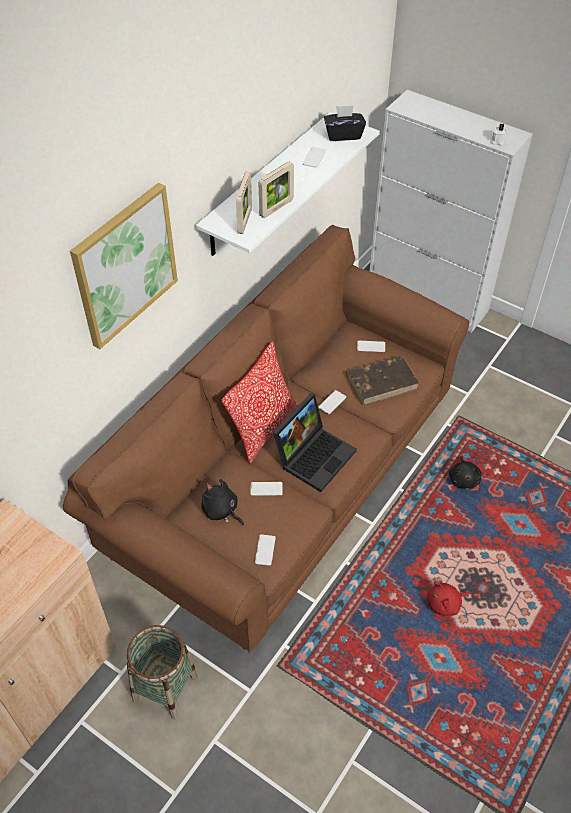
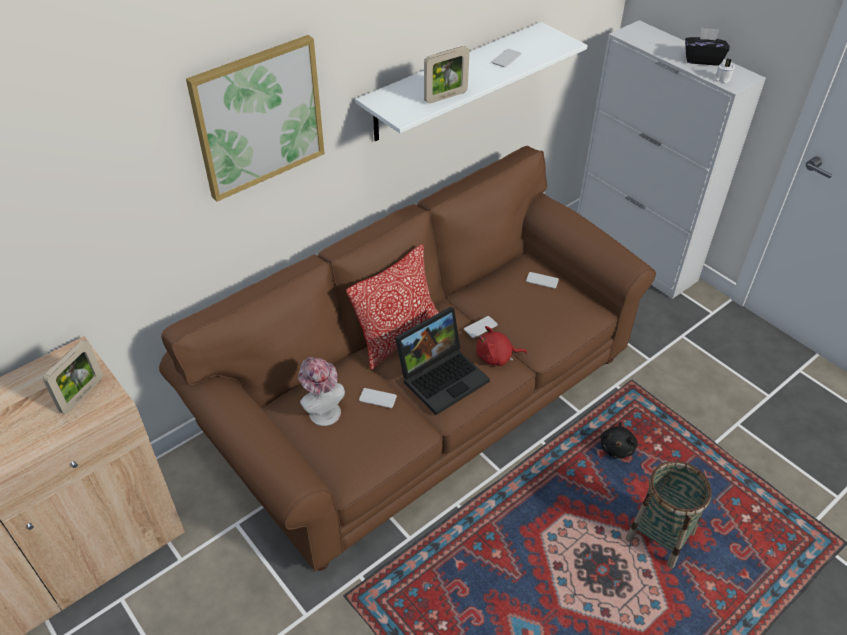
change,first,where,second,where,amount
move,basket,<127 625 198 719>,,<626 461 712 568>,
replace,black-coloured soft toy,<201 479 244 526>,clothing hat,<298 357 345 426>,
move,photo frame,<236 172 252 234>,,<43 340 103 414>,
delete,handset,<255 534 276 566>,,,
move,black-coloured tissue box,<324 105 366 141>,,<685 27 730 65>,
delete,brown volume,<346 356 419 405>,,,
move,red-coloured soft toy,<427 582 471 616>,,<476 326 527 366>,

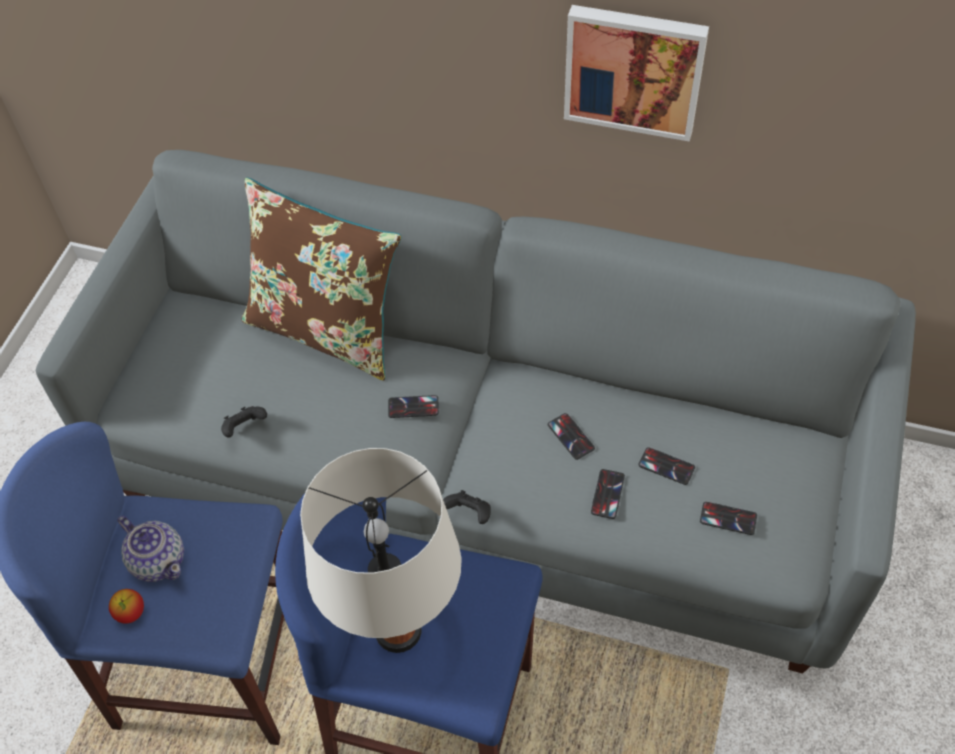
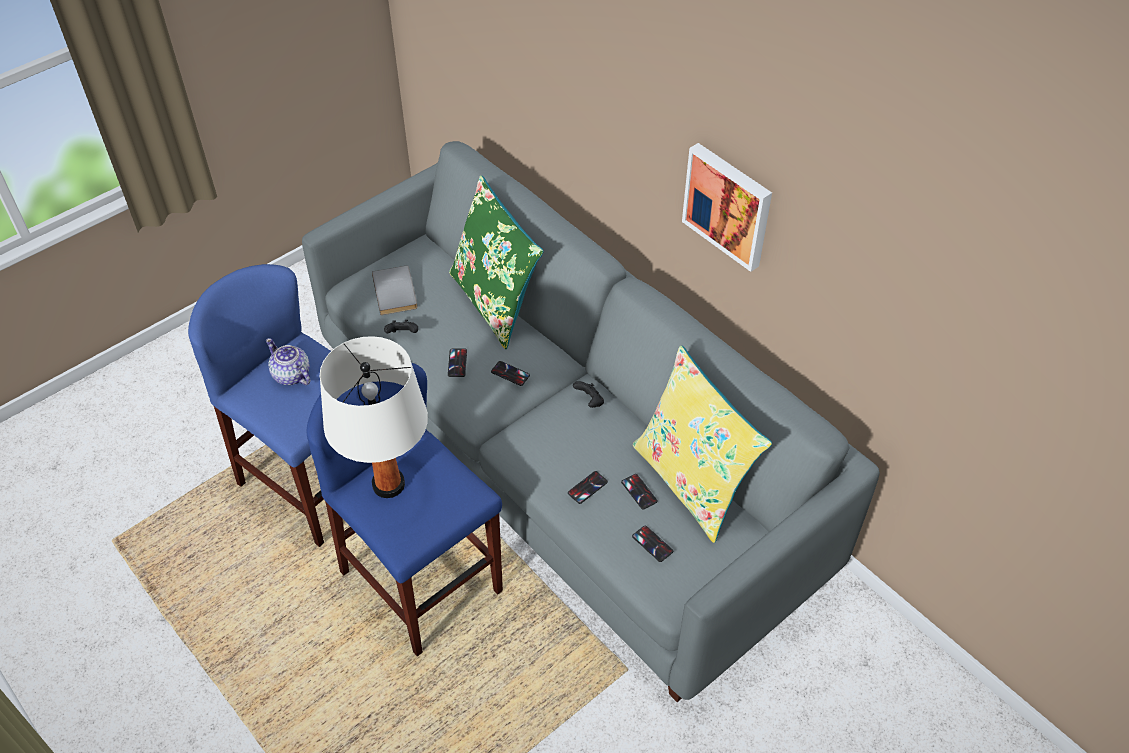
change,first,where,second,where,amount
delete,apple fruit,<109 589 144 624>,,,
rotate,tea pot,<117 516 184 582>,,<266 338 311 385>,150 degrees clockwise
recolor,brown cushion,<241 177 402 381>,green cushion,<449 175 544 349>,
move,black-coloured joypad,<443 490 491 524>,,<573 381 604 408>,
move,handset,<548 413 595 460>,,<448 349 467 377>,
insert,,,gray volume,<372 266 418 315>,
insert,,,yellow-coloured cushion,<633 345 772 543>,

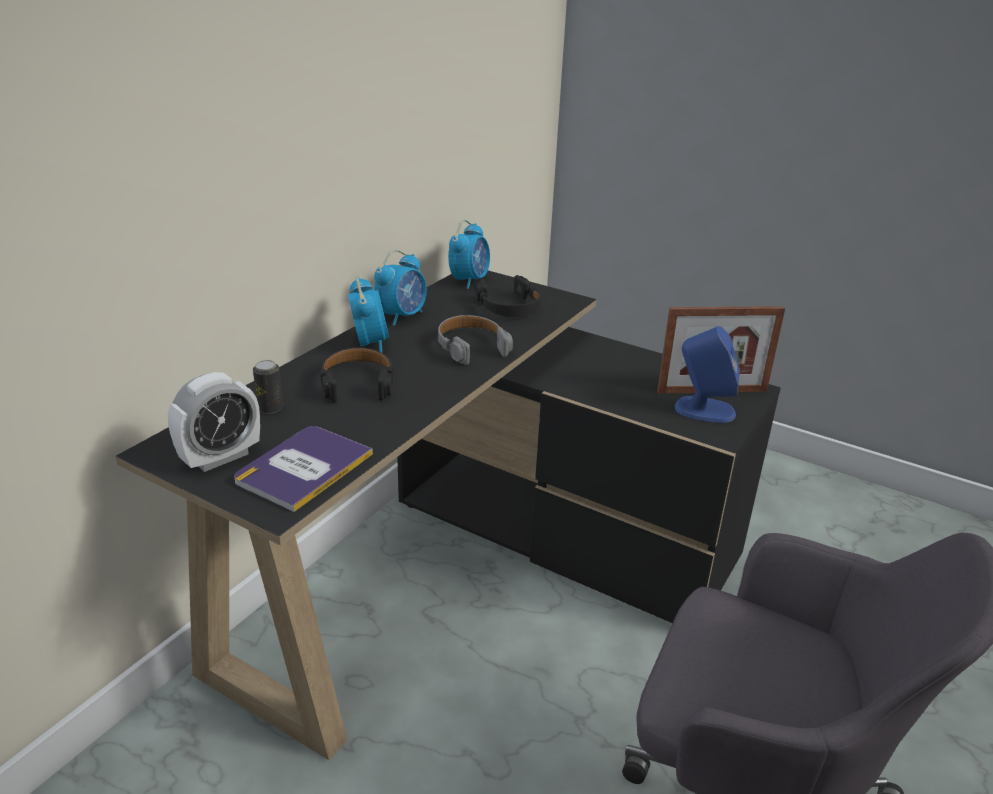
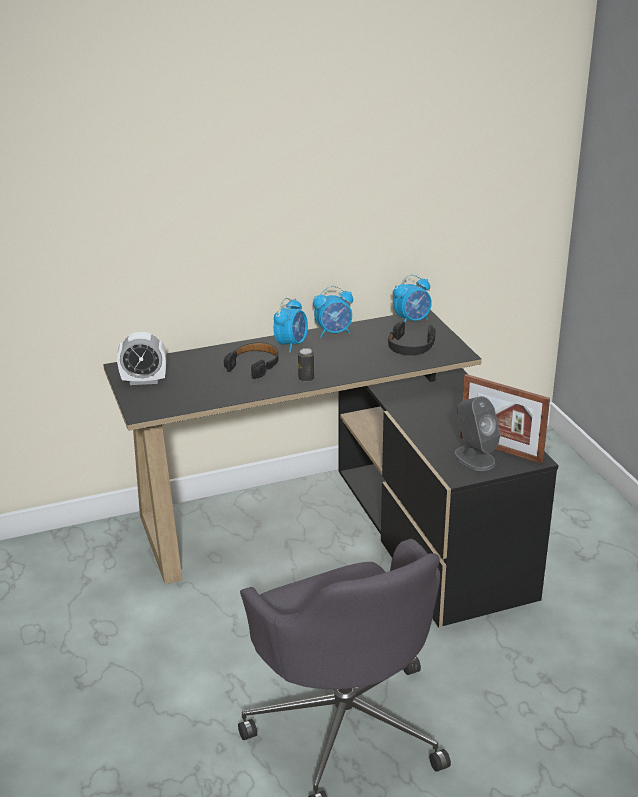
change,first,where,second,where,amount
delete,volume,<234 426 373 512>,,,
move,can,<253 360 283 414>,,<298 348 314 382>,
delete,gray pair of headphones,<438 315 513 365>,,,
recolor,blue-coloured speaker,<675 326 740 423>,gray speaker,<453 396 500 471>,

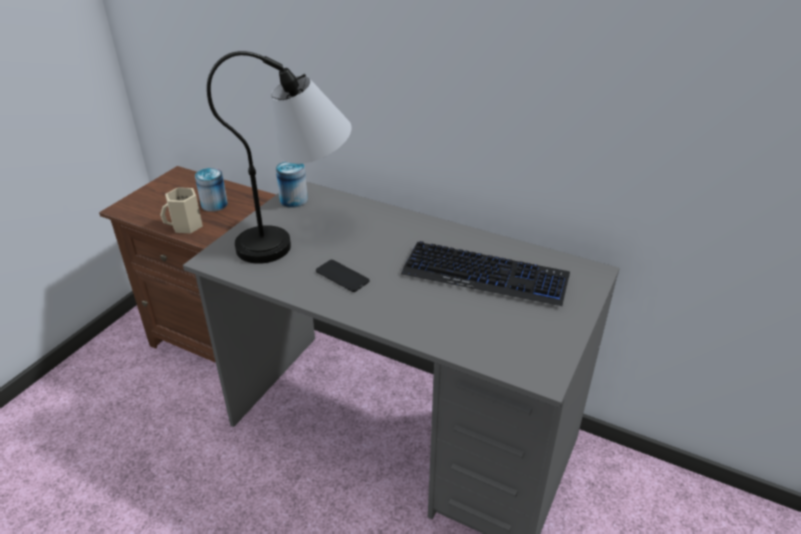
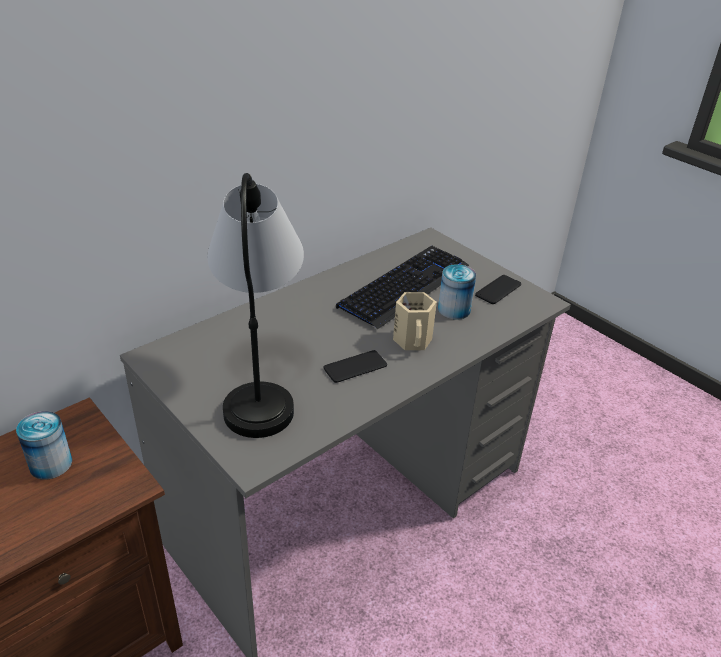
change,first,where,second,where,amount
move,beige tea mug,<160 187 203 233>,,<393 292 437 350>,
move,can,<276 161 308 208>,,<438 264 476 320>,
insert,,,handset,<475 275 521 304>,

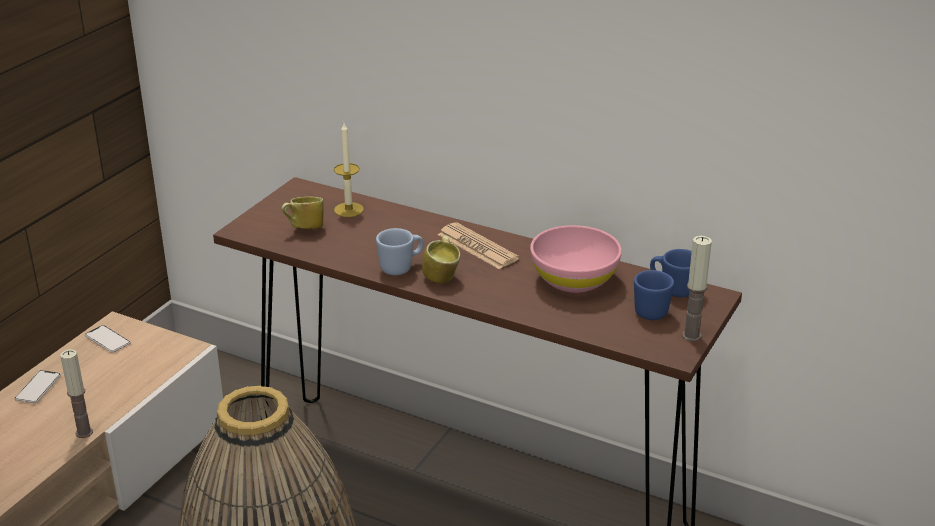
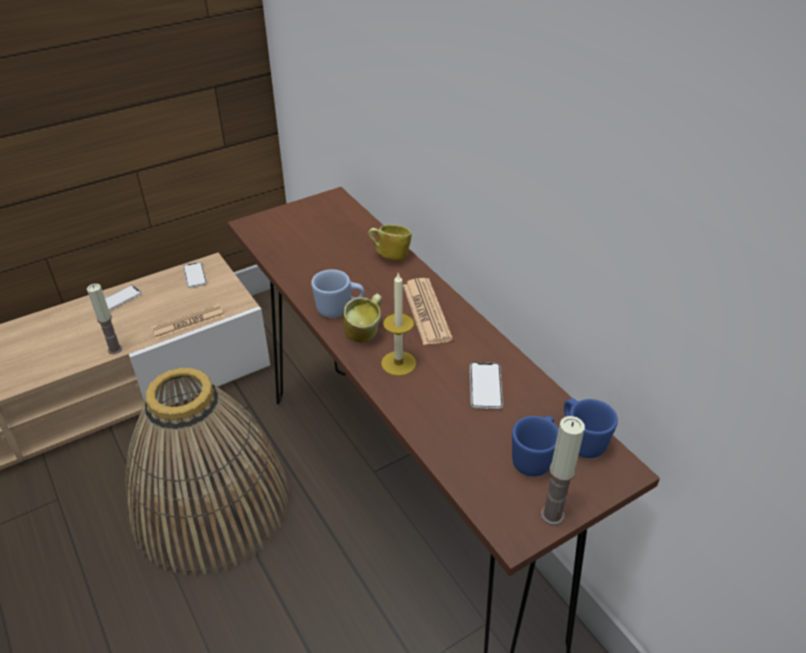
change,first,where,second,where,amount
move,tea mug,<281 196 324 229>,,<368 225 412 261>,
move,wax candle,<334 123 364 217>,,<381 272 416 376>,
replace,pink serving bowl,<530 225 622 293>,handset,<470 362 503 409>,
insert,,,printed paper,<150 303 225 340>,

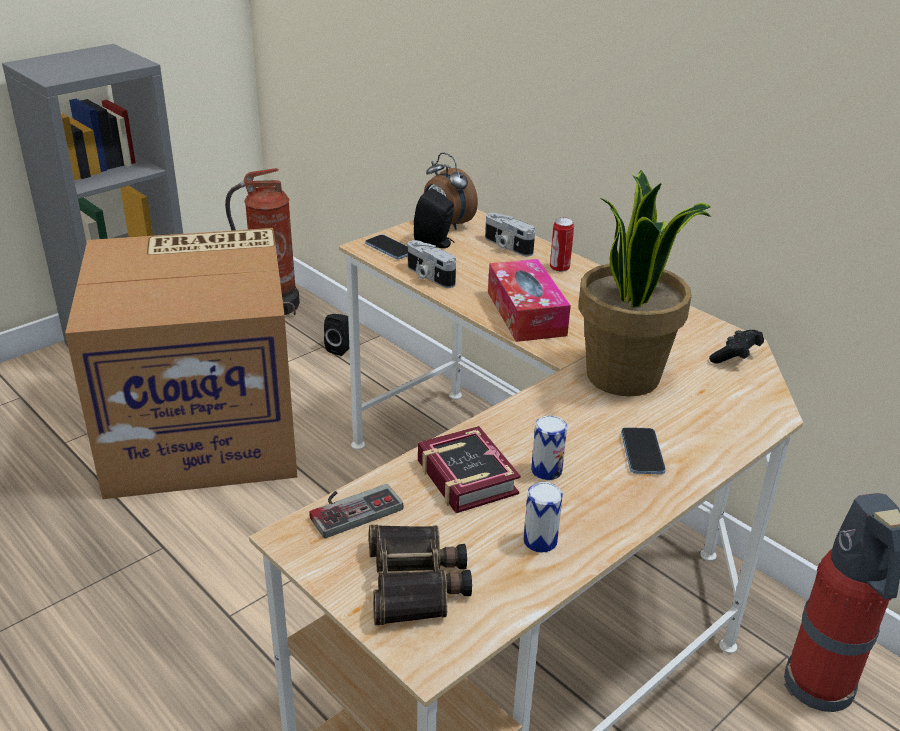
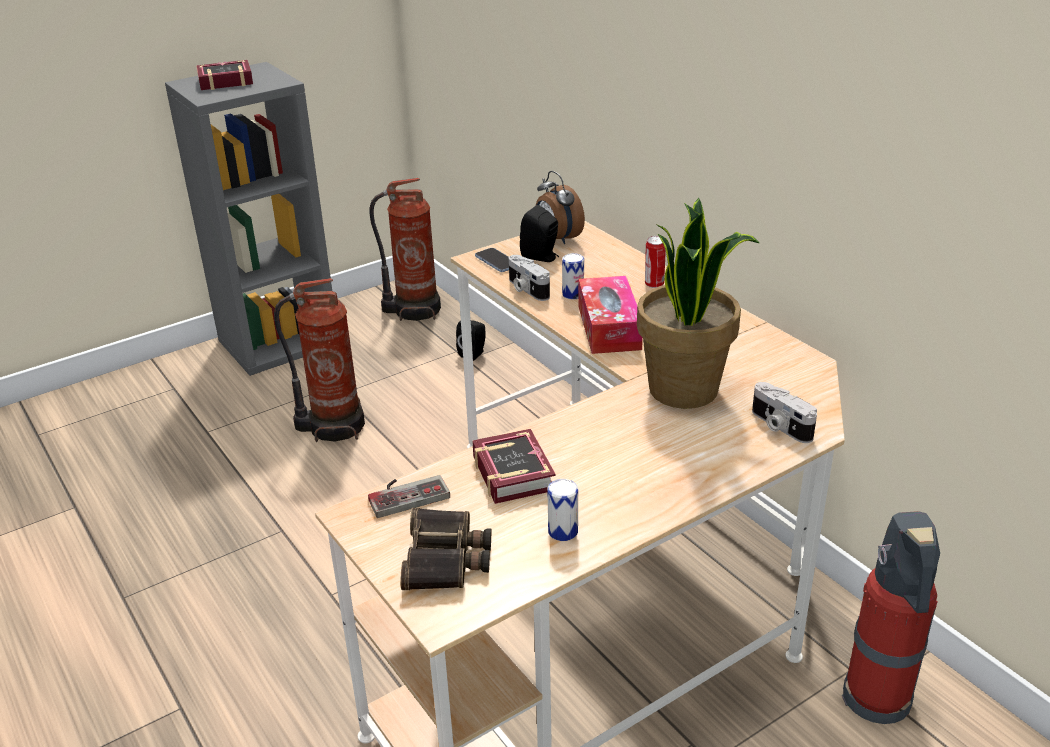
change,first,where,second,where,amount
replace,carton,<65 228 297 499>,fire-fighting cylinder,<274 278 365 442>,
move,still camera,<485 213 535 256>,,<752 382 817 443>,
move,can,<531 416 567 480>,,<562 253 584 299>,
delete,handset,<621 427 666 474>,,,
delete,black-coloured joypad,<709 330 764 363>,,,
insert,,,volume,<196 60 253 90>,

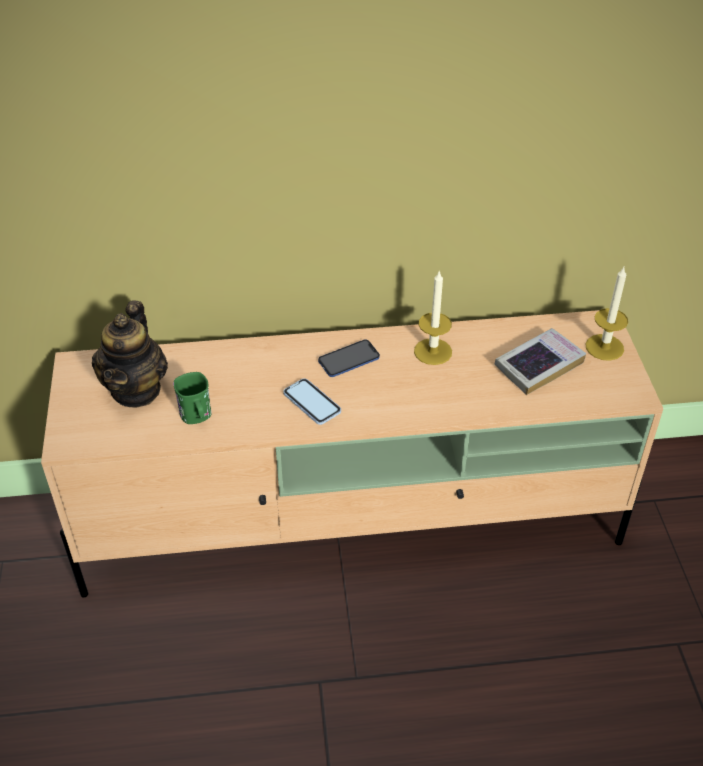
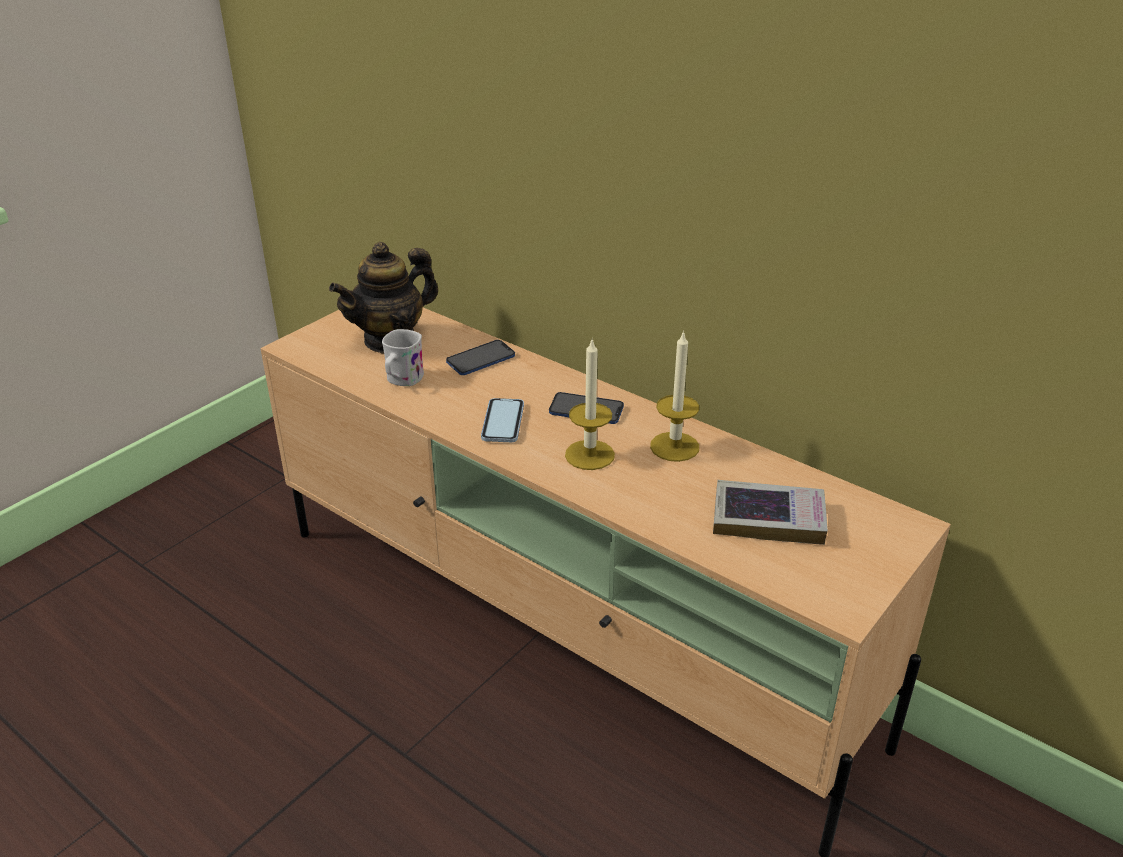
change,first,where,second,where,amount
recolor,green tea mug,<174 372 211 424>,white tea mug,<382 329 424 386>,
move,wax candle,<586 267 628 361>,,<565 338 615 470>,
insert,,,handset,<446 340 515 375>,

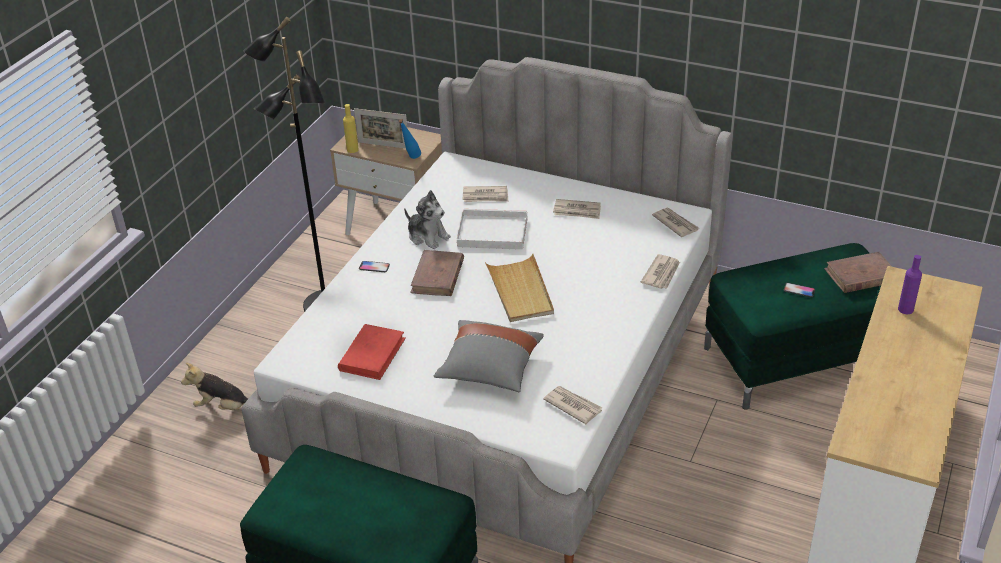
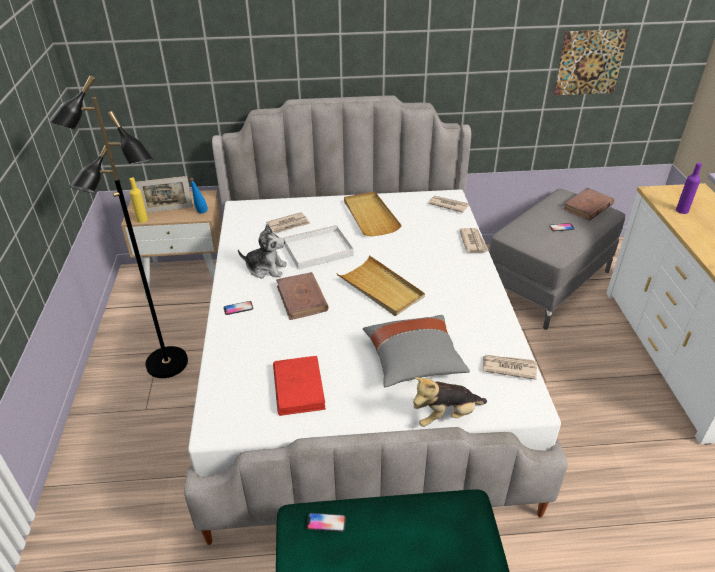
change,first,where,second,where,amount
move,soft toy,<181 363 248 410>,,<413 377 487 427>,
replace,printed paper,<553 199 601 219>,beige tray,<344 192 402 237>,
recolor,green pouffe,<704 243 881 410>,gray pouffe,<489 189 625 330>,
insert,,,handset,<307 513 346 532>,
insert,,,picture,<554 29 629 95>,

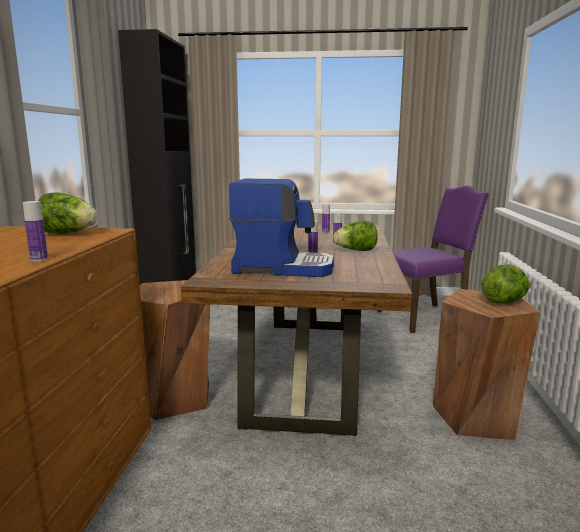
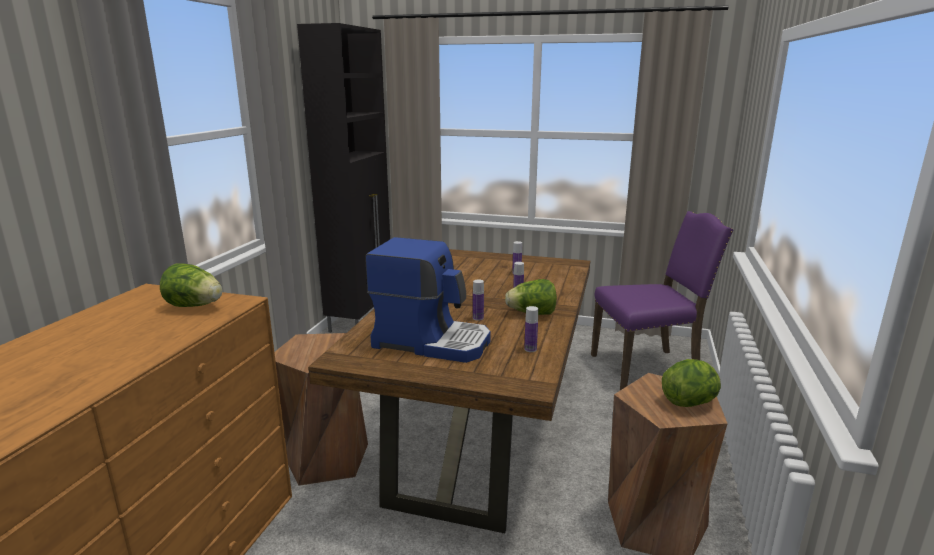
change,first,where,second,where,amount
move,drink bottle,<23 201 48 262>,,<524 306 538 352>,

